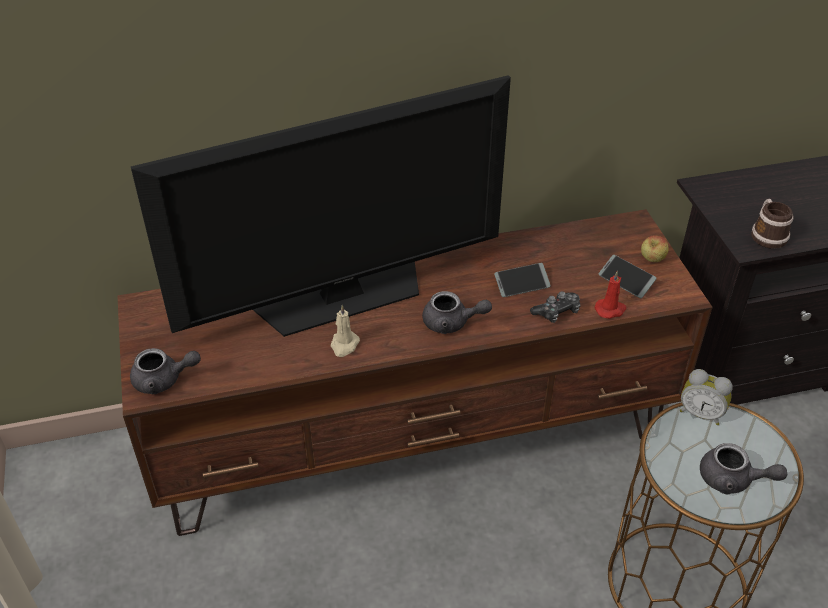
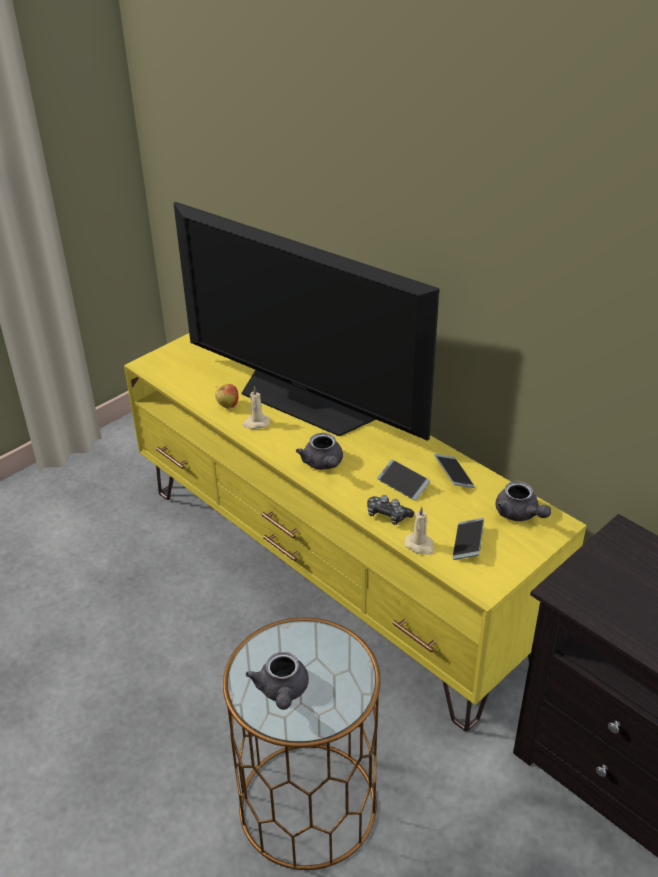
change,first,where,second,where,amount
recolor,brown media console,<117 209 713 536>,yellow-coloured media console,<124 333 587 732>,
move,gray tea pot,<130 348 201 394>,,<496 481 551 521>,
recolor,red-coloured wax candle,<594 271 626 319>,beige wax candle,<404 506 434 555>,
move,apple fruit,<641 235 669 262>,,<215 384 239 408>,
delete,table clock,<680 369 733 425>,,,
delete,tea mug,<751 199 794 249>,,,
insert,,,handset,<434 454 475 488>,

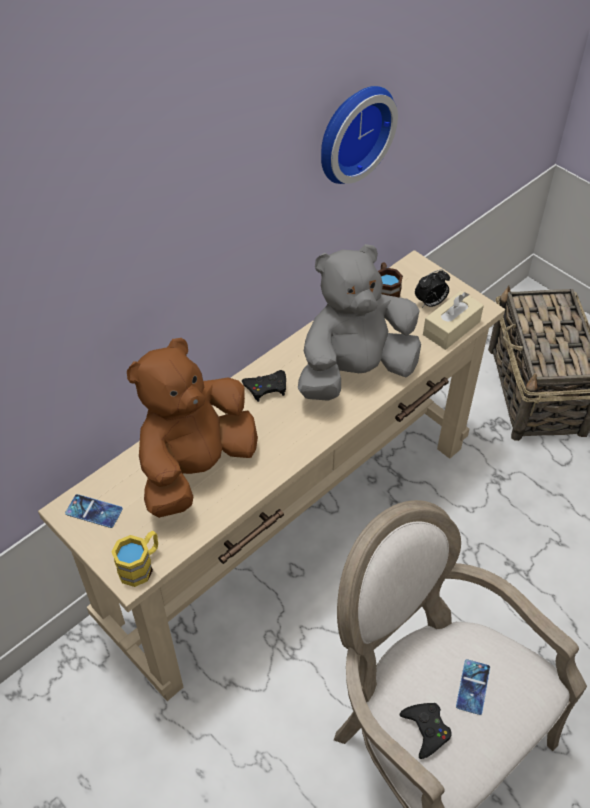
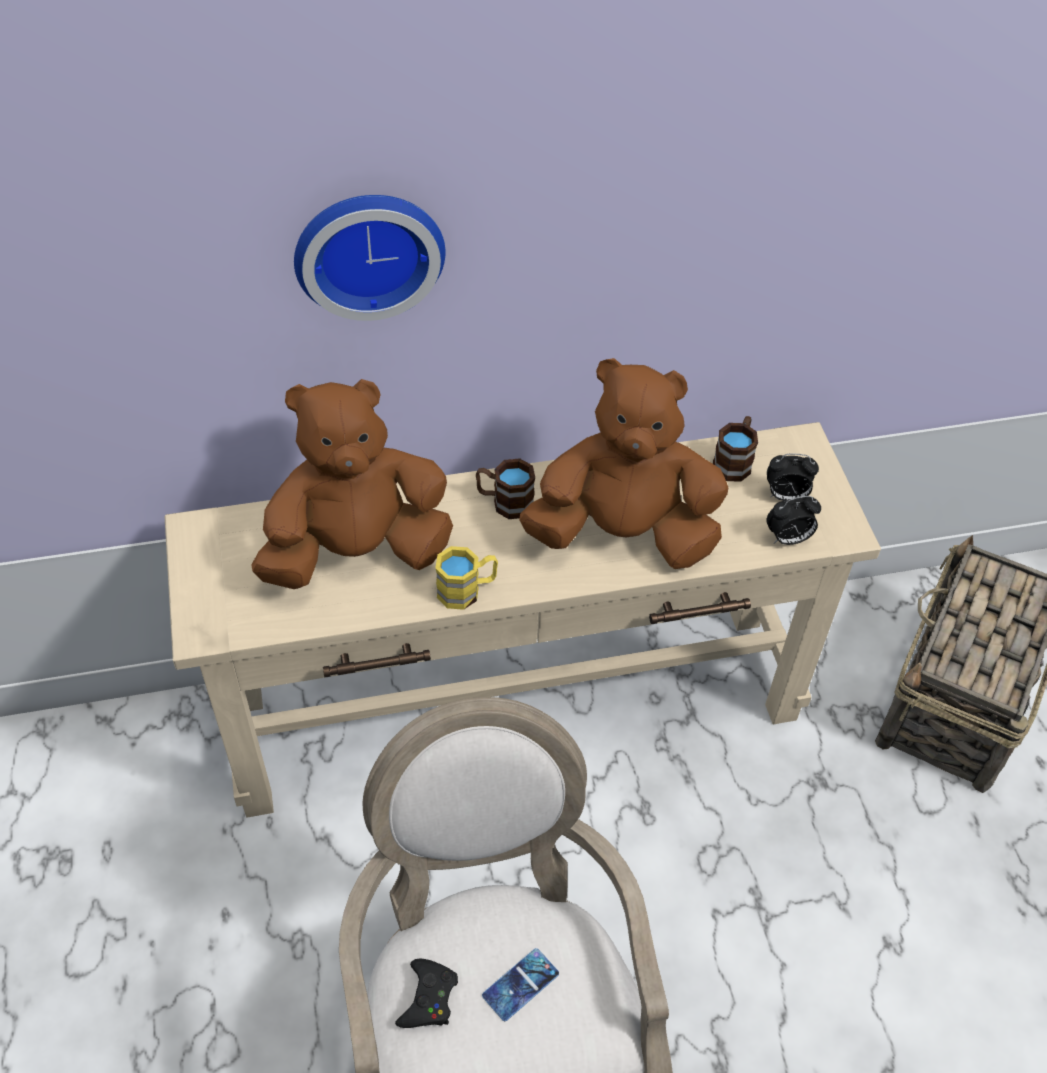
change,first,where,second,where,amount
delete,handset,<65 494 123 528>,,,
move,yellow-coloured tea mug,<112 531 158 587>,,<436 546 498 610>,
replace,black-coloured joypad,<242 370 286 402>,brown tea mug,<476 458 535 519>,
recolor,gray soft toy,<298 244 421 401>,brown soft toy,<519 358 728 569>,
move,hanging clock,<321 86 398 184>,,<294 195 446 321>,
replace,beige tissue box,<423 291 484 350>,table clock,<766 496 821 545>,

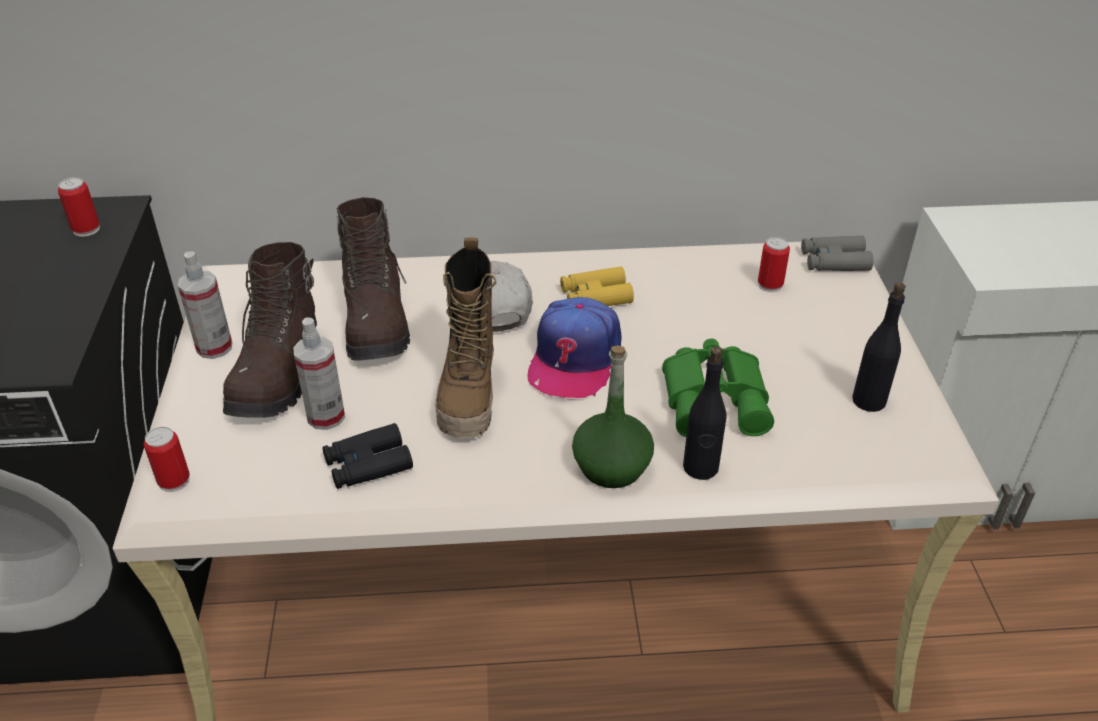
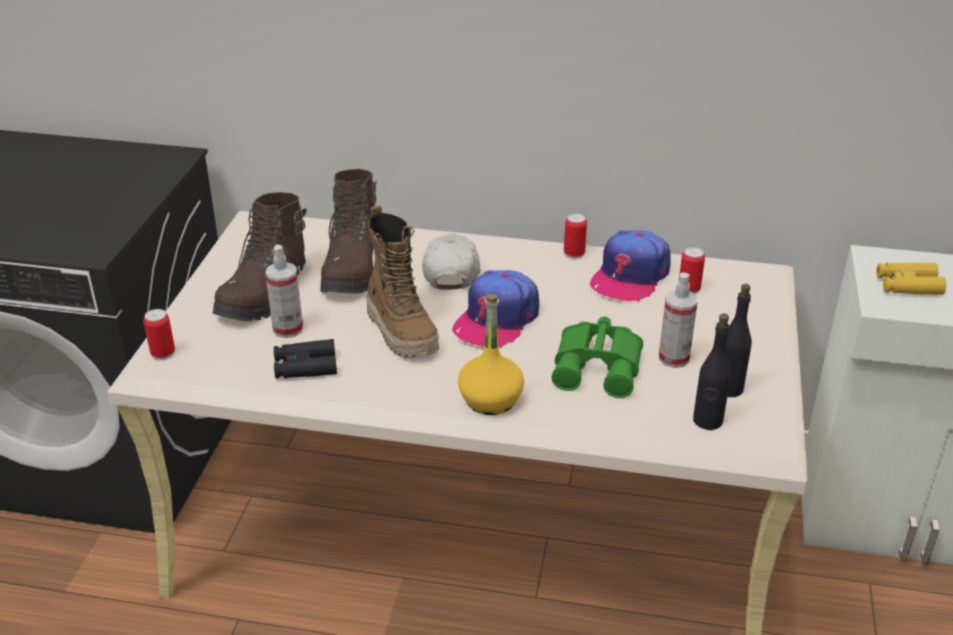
change,first,where,second,where,amount
move,can,<58 177 100 237>,,<564 213 587 260>,
move,sprayer,<178 251 232 359>,,<659 272 698 368>,
rotate,tall boot,<435 237 497 438>,,<366 205 439 358>,45 degrees counterclockwise
move,yellow-coloured binoculars,<560 267 634 306>,,<876 263 946 295>,
recolor,green drink bottle,<572 345 654 488>,yellow-coloured drink bottle,<458 294 524 415>,
move,black-coloured drink bottle,<683 346 727 480>,,<693 314 731 430>,
delete,gray binoculars,<801 236 874 271>,,,
insert,,,peaked cap,<590 230 671 302>,

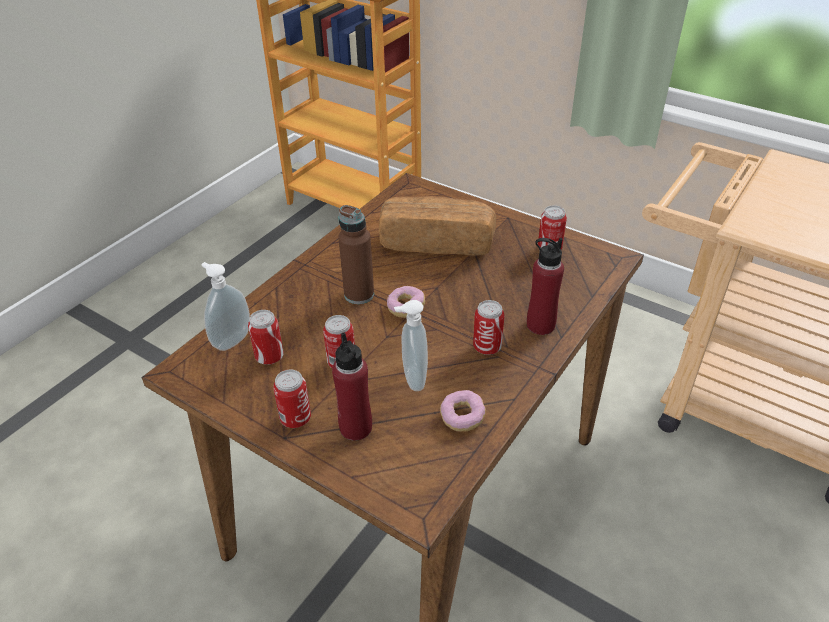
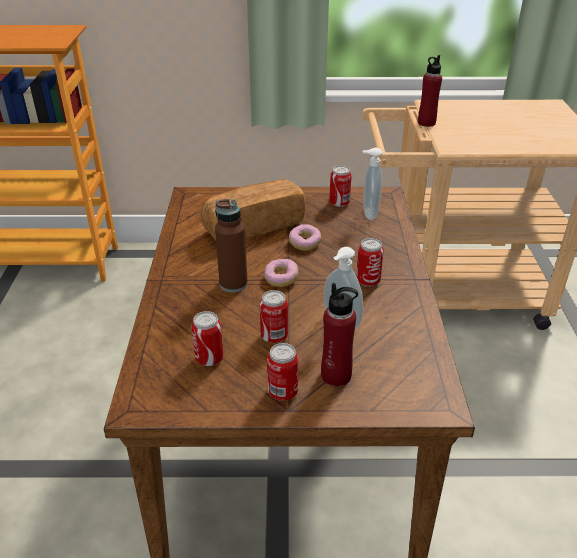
change,first,where,second,where,amount
move,liquid soap bottle,<202 262 250 351>,,<362 148 383 220>,
move,donut,<440 390 486 432>,,<289 225 321 251>,
move,red-coloured drink bottle,<527 238 564 335>,,<418 55 442 127>,

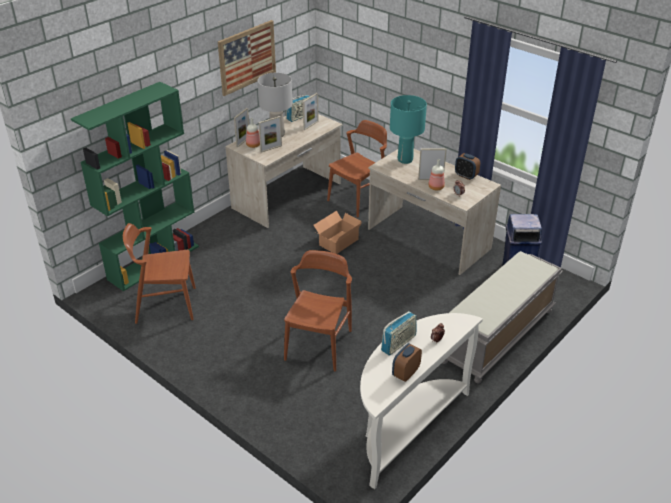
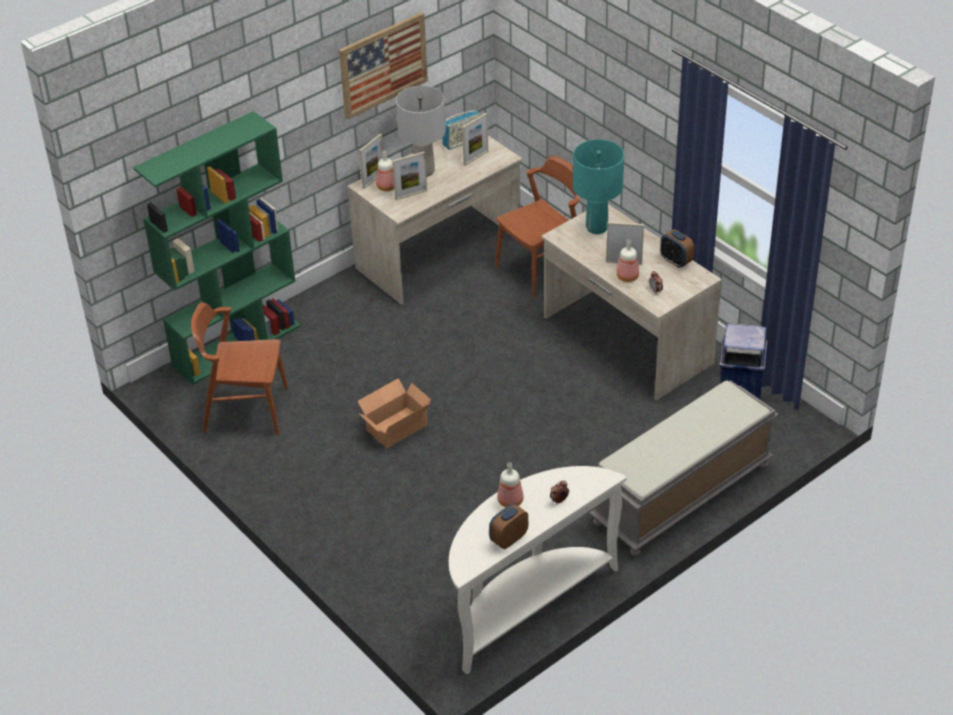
change,first,where,second,where,amount
delete,brown upright chair,<284 250 352 371>,,,
move,carton,<314 211 362 254>,,<358 378 431 448>,
replace,radio set,<381 311 417 356>,drink bottle,<497 462 524 507>,

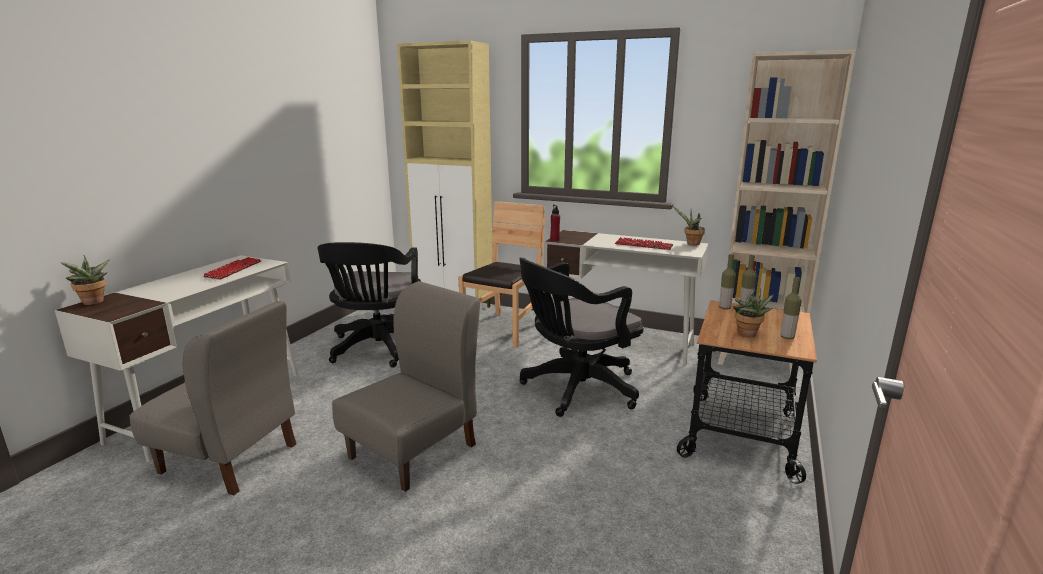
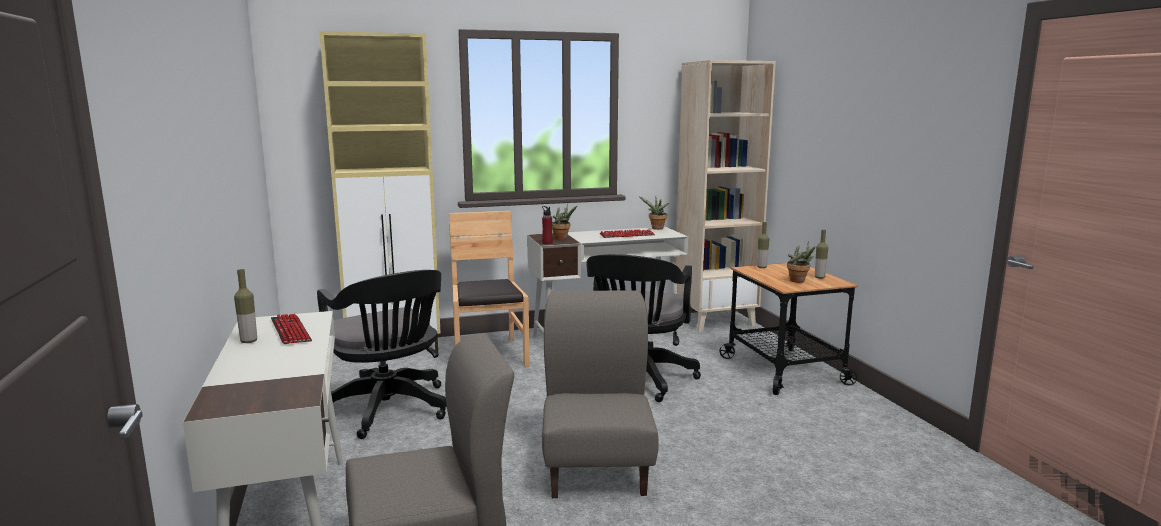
change,first,where,second,where,amount
move,plant in a pot,<61 255 110 305>,,<552 203 577 240>,
move,drink bottle,<719 254 736 310>,,<234 269 257 343>,

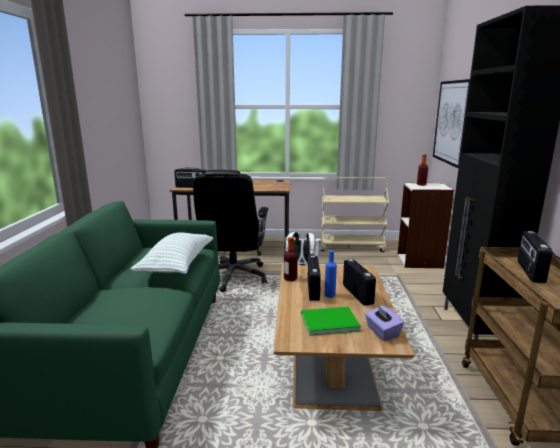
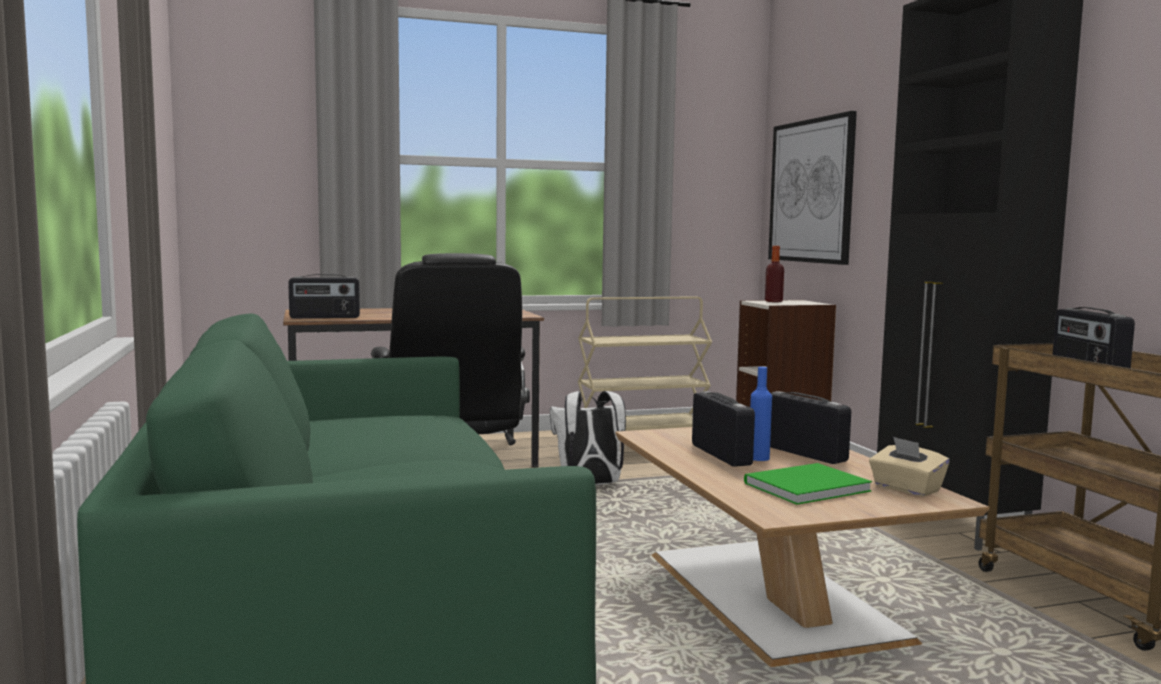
change,first,where,second,where,amount
delete,cushion,<131 233 213 274>,,,
delete,drink bottle,<284 237 298 281>,,,
recolor,purplish tissue box,<365 304 404 341>,beige tissue box,<869 437 949 497>,

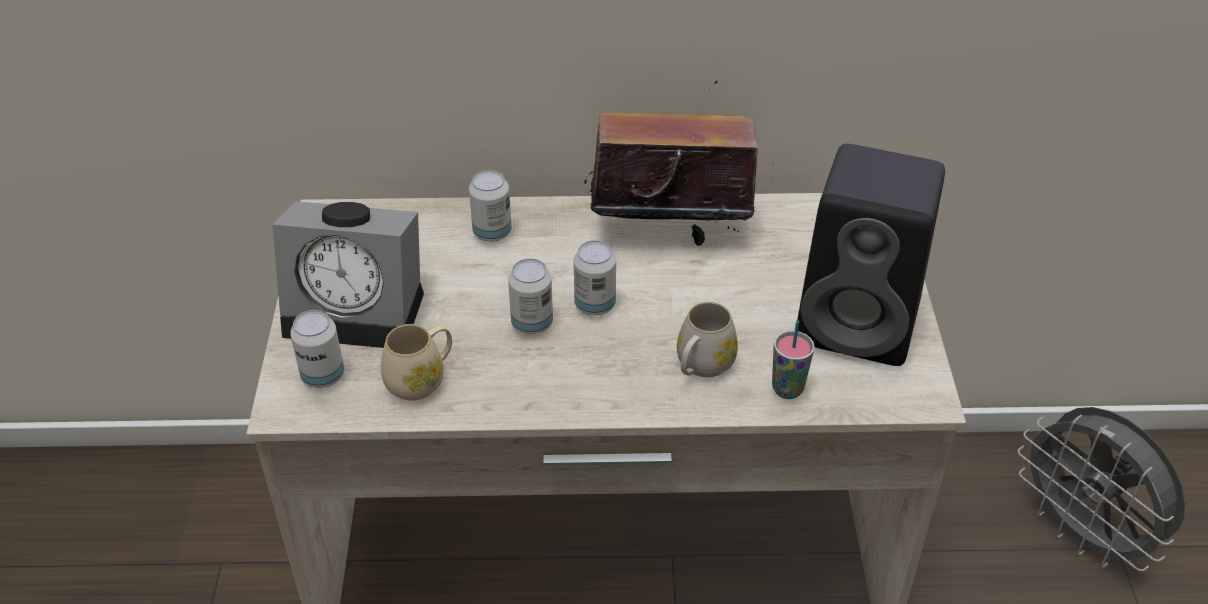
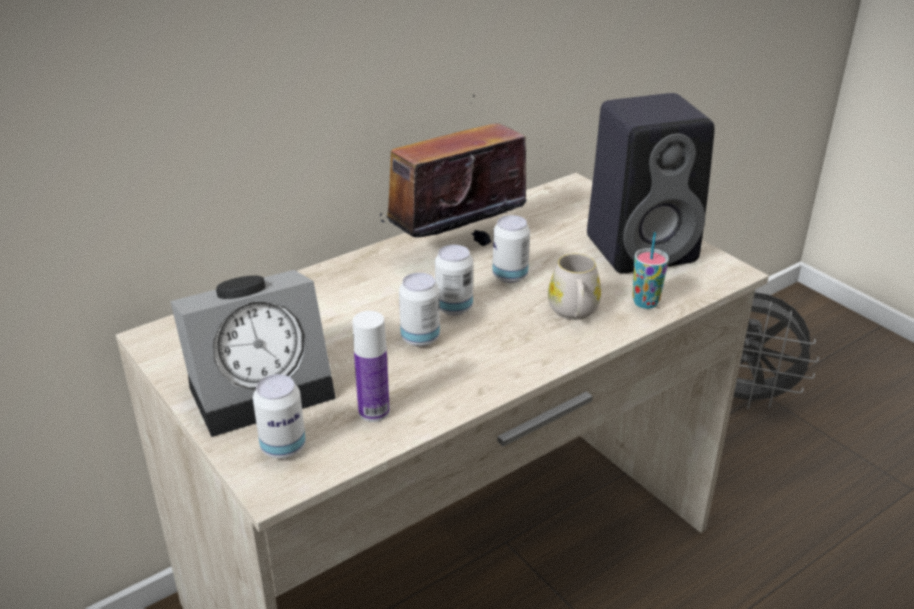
change,first,where,second,where,amount
replace,beige tea mug,<381 324 452 401>,drink bottle,<353 311 390 422>,
move,can,<469 170 512 242>,,<492 215 530 283>,

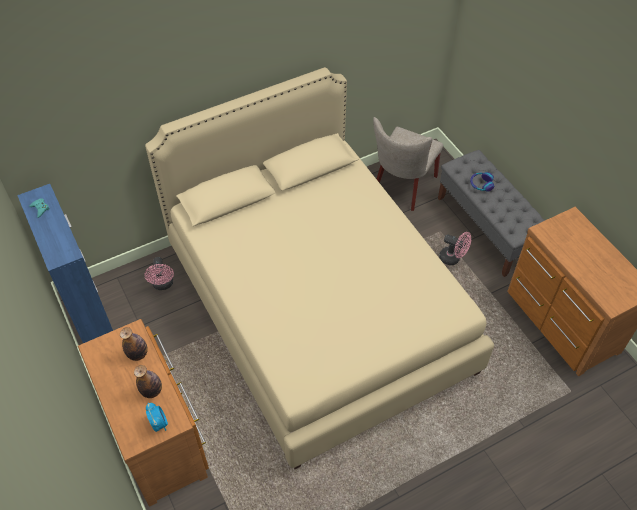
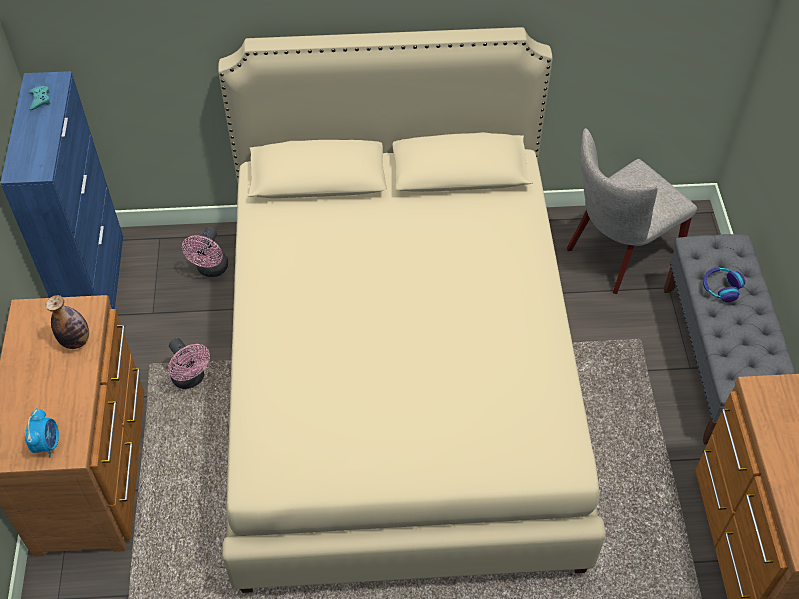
change,first,where,second,where,amount
delete,drink bottle,<134 365 162 398>,,,
move,pink cooling fan,<439 232 471 265>,,<168 338 210 389>,

